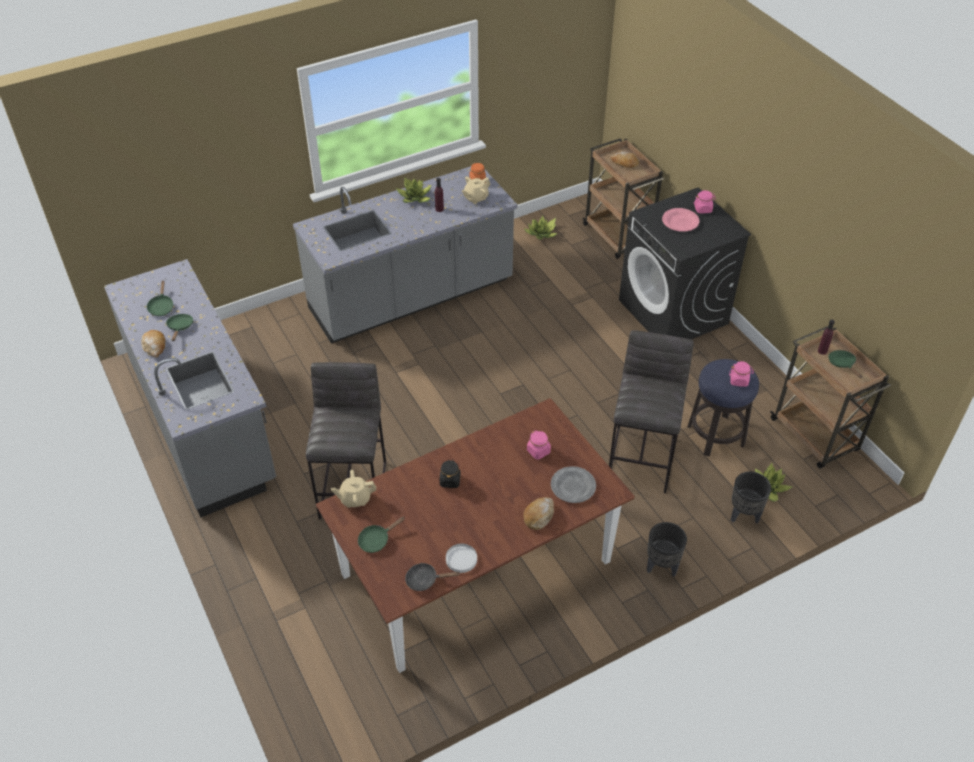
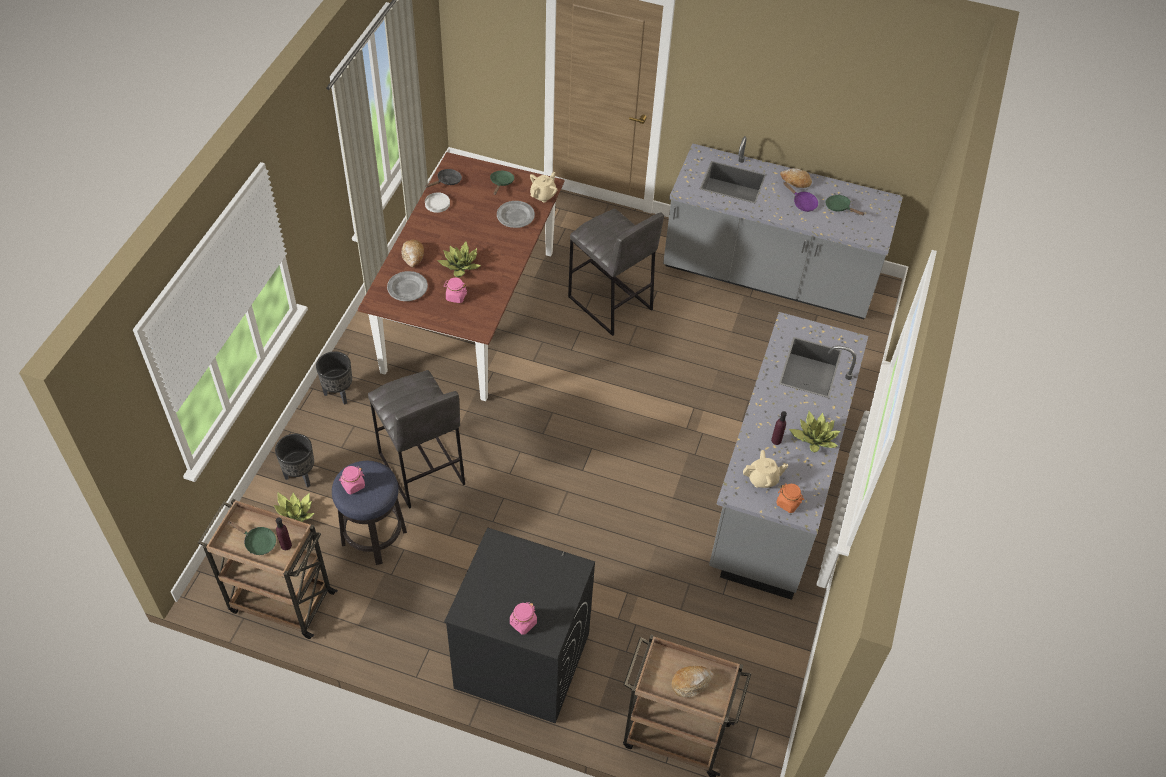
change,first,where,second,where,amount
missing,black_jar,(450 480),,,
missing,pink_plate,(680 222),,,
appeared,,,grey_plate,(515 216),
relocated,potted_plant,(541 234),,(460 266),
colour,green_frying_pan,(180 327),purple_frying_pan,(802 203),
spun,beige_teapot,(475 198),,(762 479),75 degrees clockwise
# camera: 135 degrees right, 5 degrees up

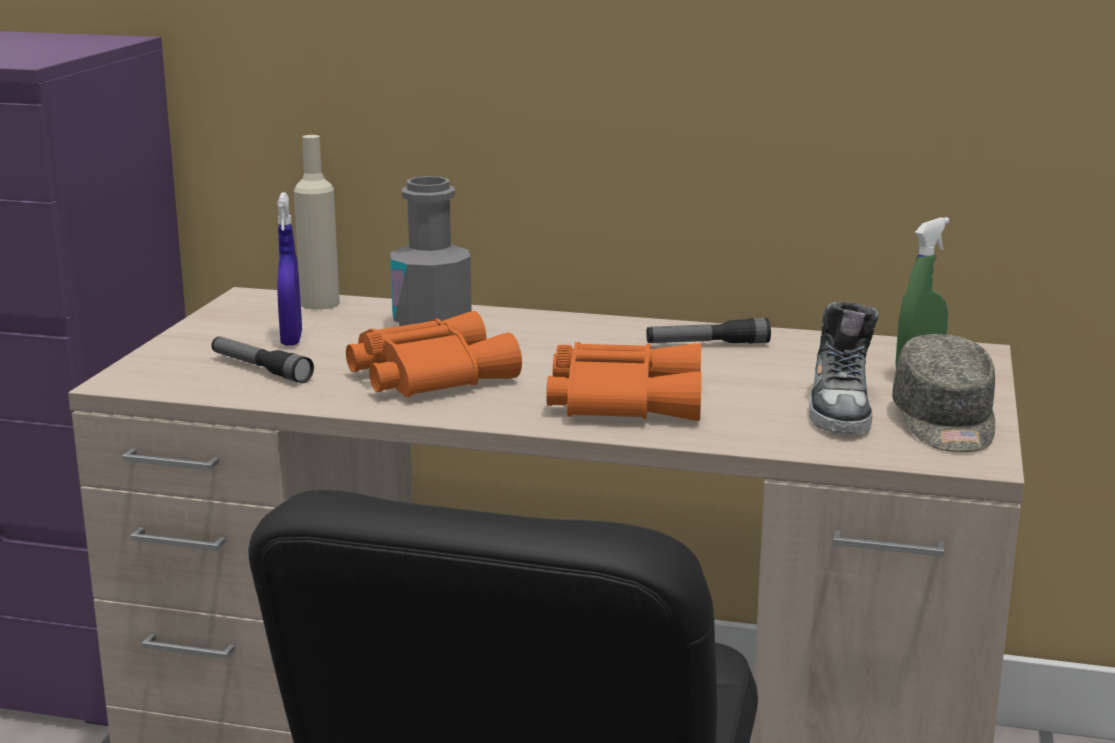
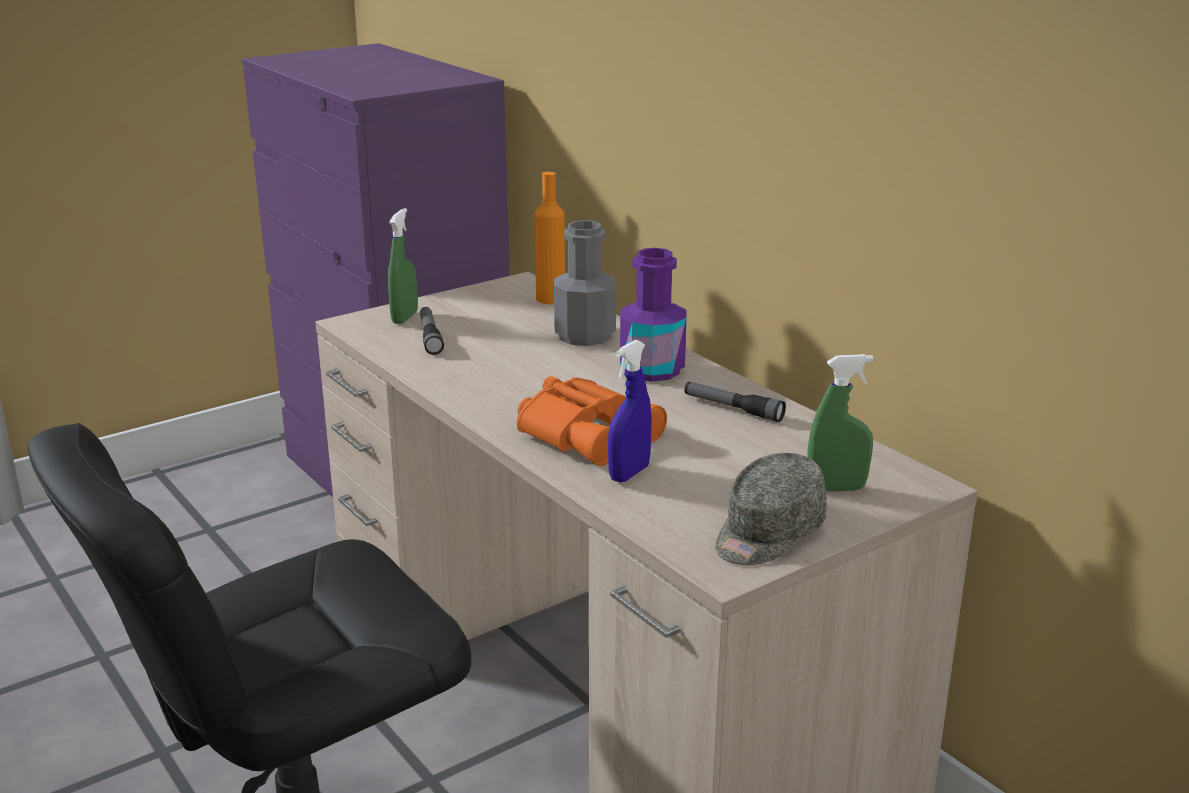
change,first,where,second,where,amount
missing,orange_binoculars,(427 375),,,
missing,shoe,(840 407),,,
appeared,,,green_spray_bottle,(404 317),
appeared,,,purple_bottle,(652 369),
relocated,blue_spray_bottle,(291 339),,(629 473),
colour,beige_bottle,(320 303),orange_bottle,(550 299),
# camera: 40 degrees right, 5 degrees up

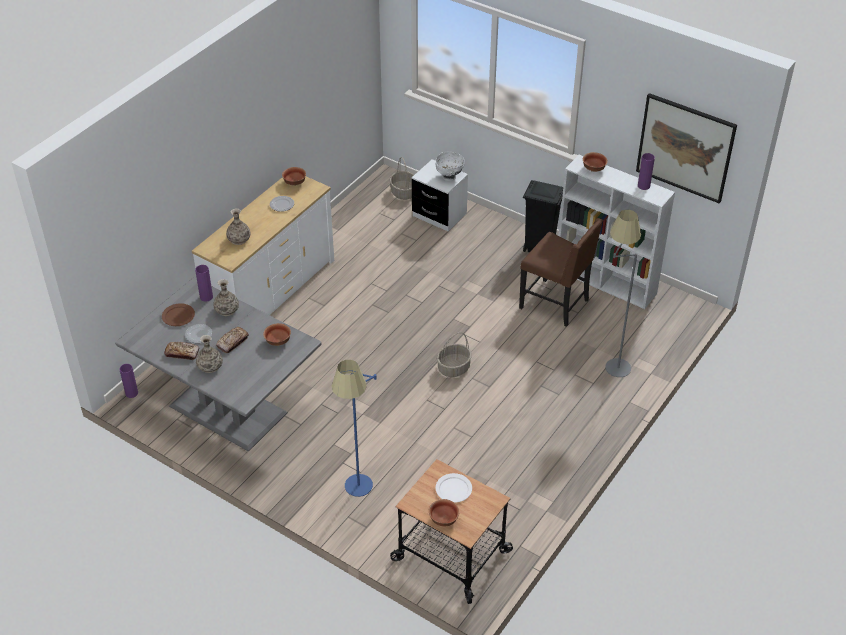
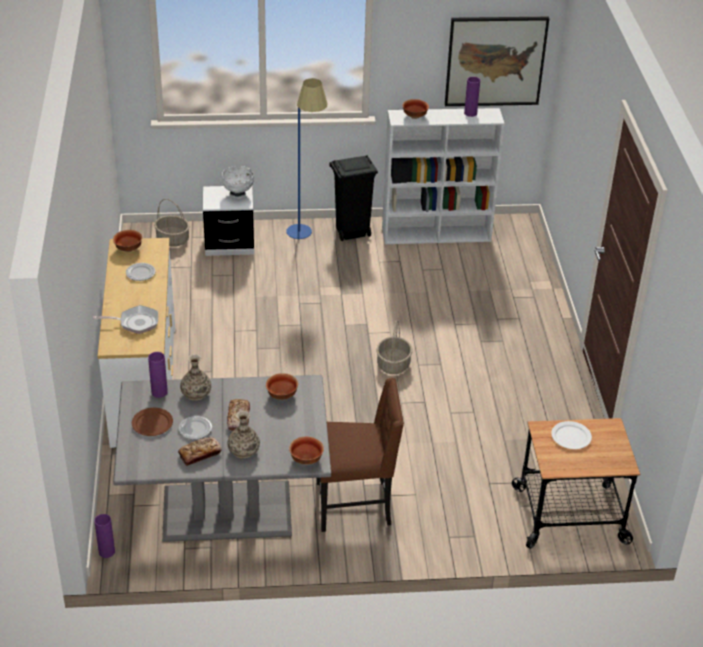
change,first,where,second,where,amount
missing,grey_floor_lamp,(611 360),,,
relocated,blue_floor_lamp,(358 495),,(306 237),
relocated,bowl,(444 519),,(306 459),
relocated,brown_chair,(556 304),,(355 505),
exchanged,vase,(239 239),frying_pan,(135 323),
# camera: 40 degrees left, 5 degrees down

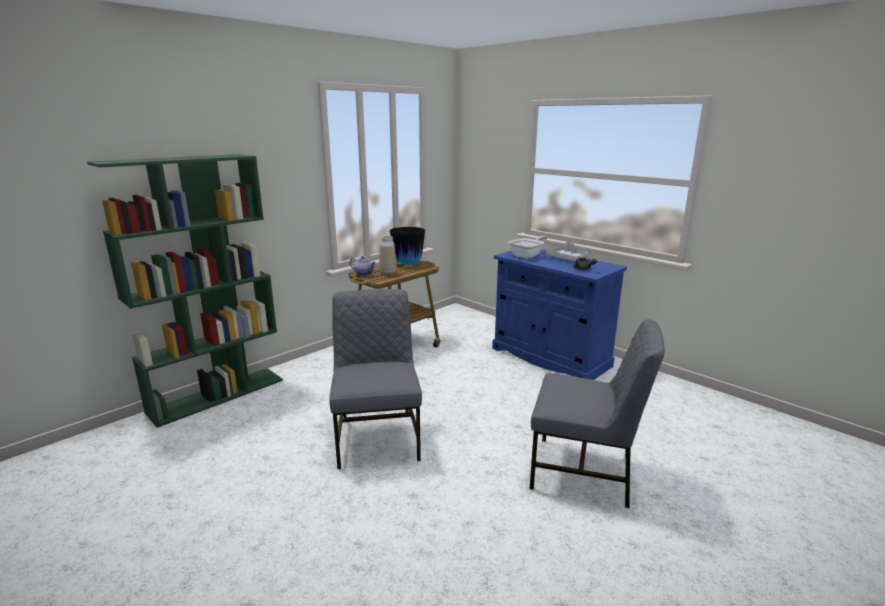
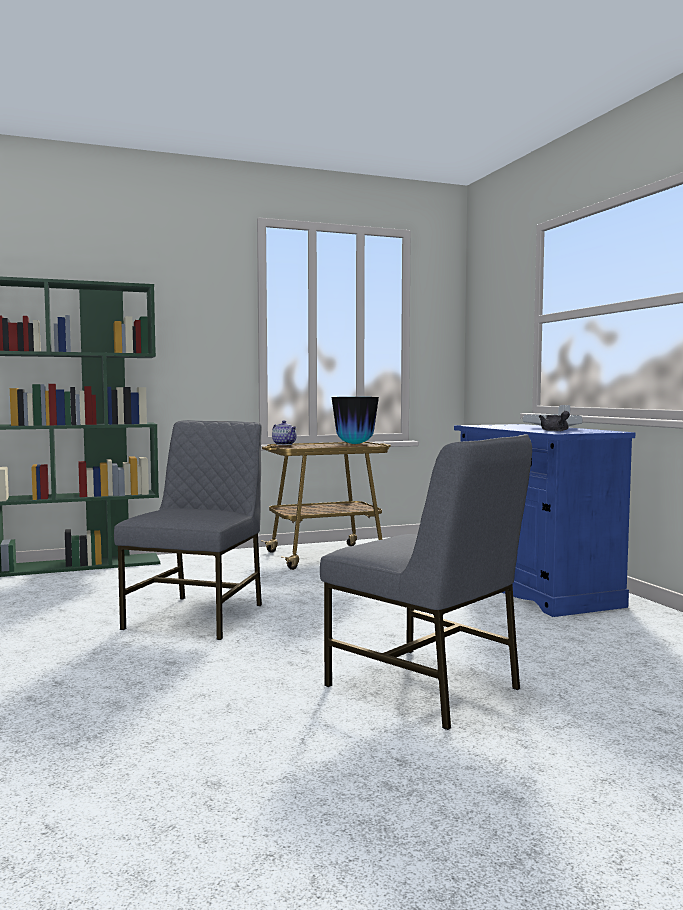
change,first,where,second,where,amount
missing,vase,(388 274),,,
missing,frying_pan,(527 255),,,
# camera: 25 degrees right, 15 degrees down

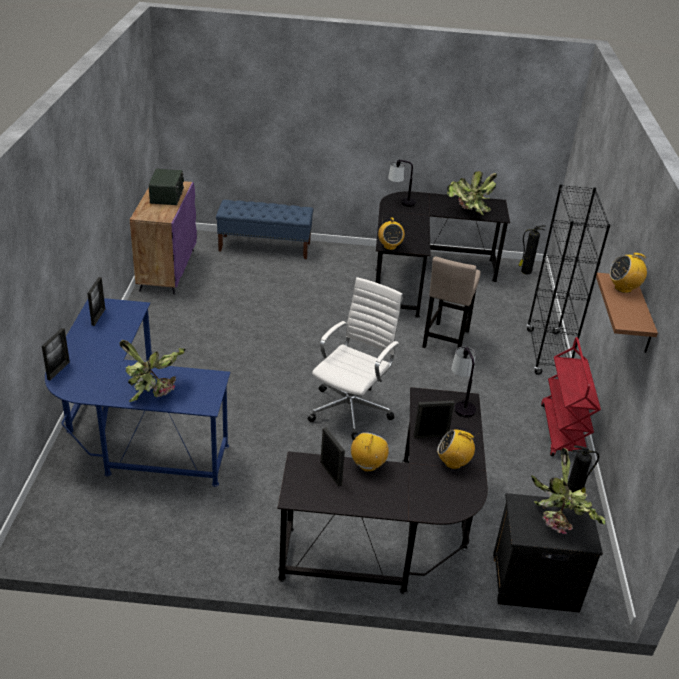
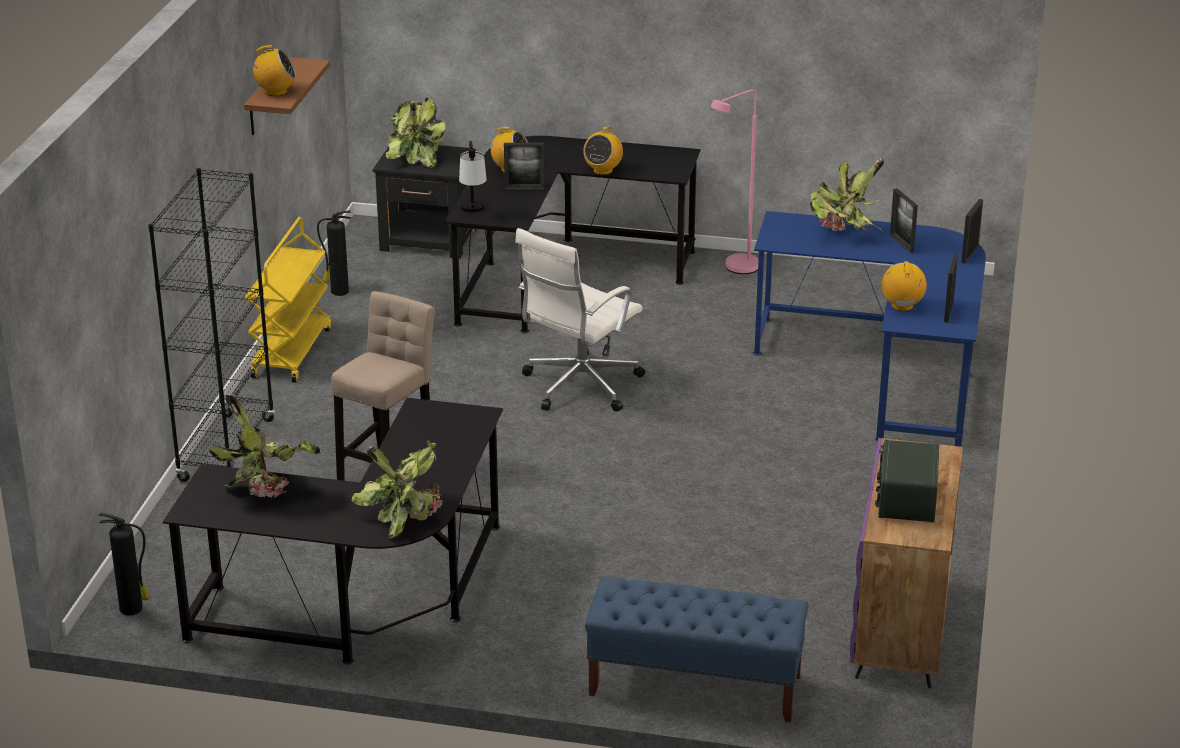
change,first,where,second,where,amount
appeared,,,pink_floor_lamp,(735 269),
relocated,picture_frame,(331 473),,(901 243),
relocated,radio,(389 246),,(902 306),
exchanged,table_lamp,(401 202),potted_plant,(405 515),
colour,red_cart,(562 432),yellow_cart,(291 352),
# camera: 170 degrees left, 5 degrees down

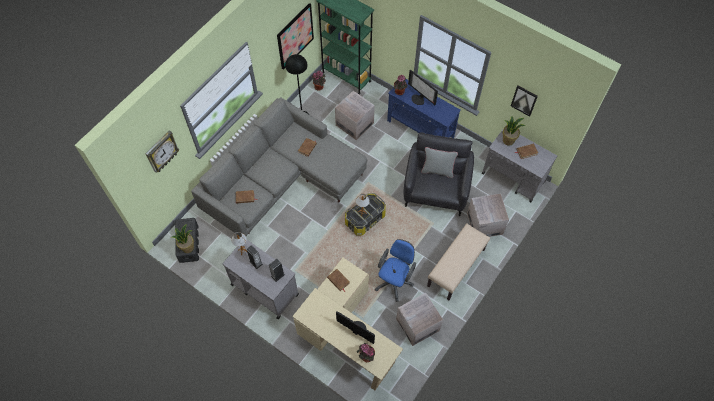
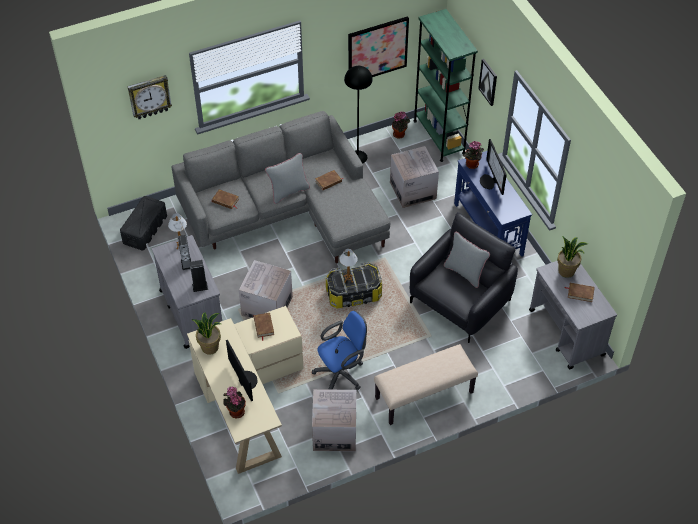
change,first,where,second,where,amount
appeared,,,grey_pillow,(288 192),
relocated,potted_plant,(188 247),,(210 347),
relocated,cardboard_box,(484 223),,(267 306),
relocated,picture,(524 100),,(488 82),
# camera: 30 degrees right, 10 degrees down

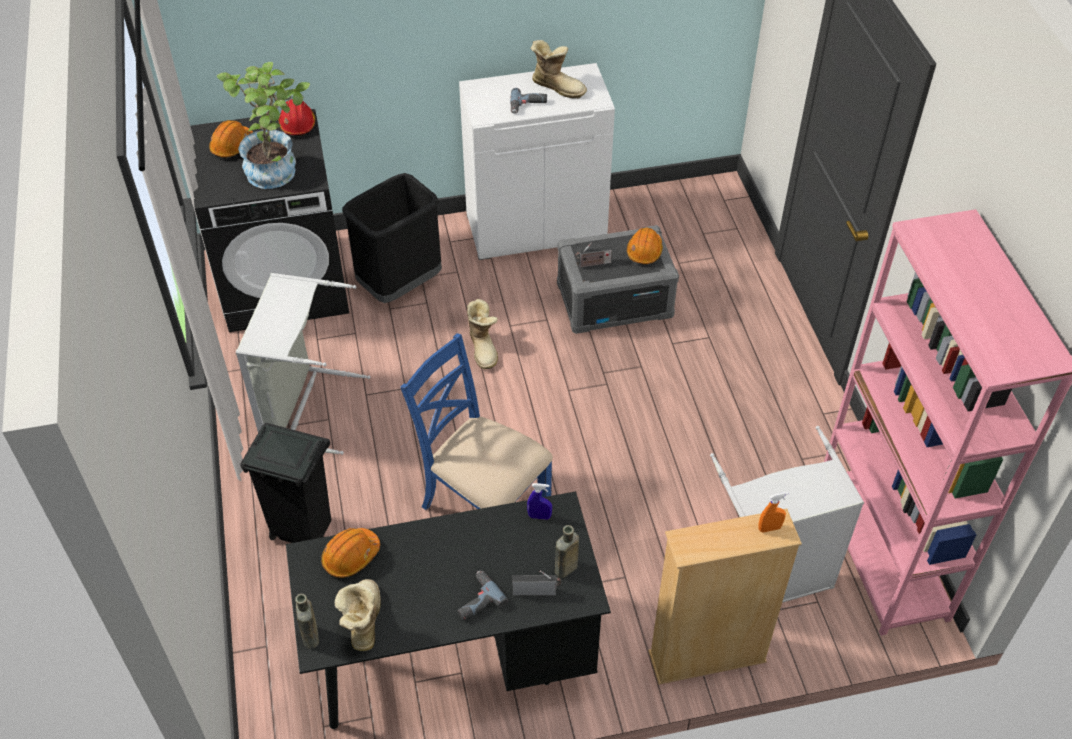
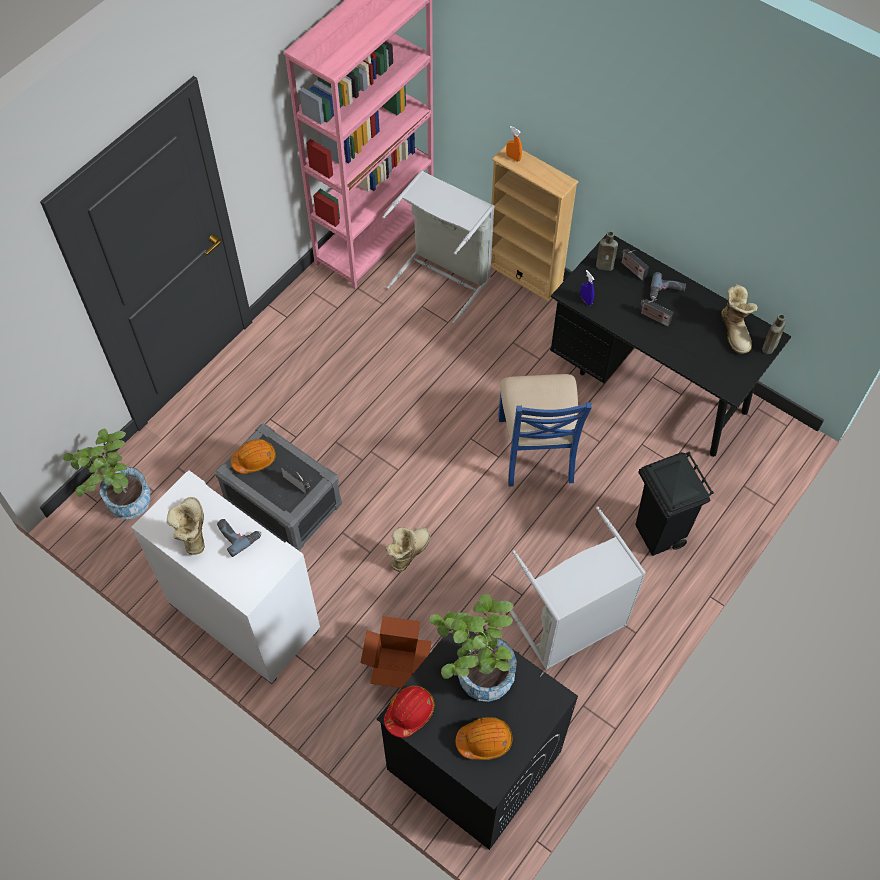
change,first,where,second,where,amount
missing,orange_hard_hat,(351 556),,,
appeared,,,potted_plant,(122 501),
appeared,,,radio,(653 317),
exchanged,black_trash_can,(400 284),cardboard_box,(396 667),
spun,boot,(362 622),,(735 331),60 degrees counterclockwise
# camera: 130 degrees left, 10 degrees up

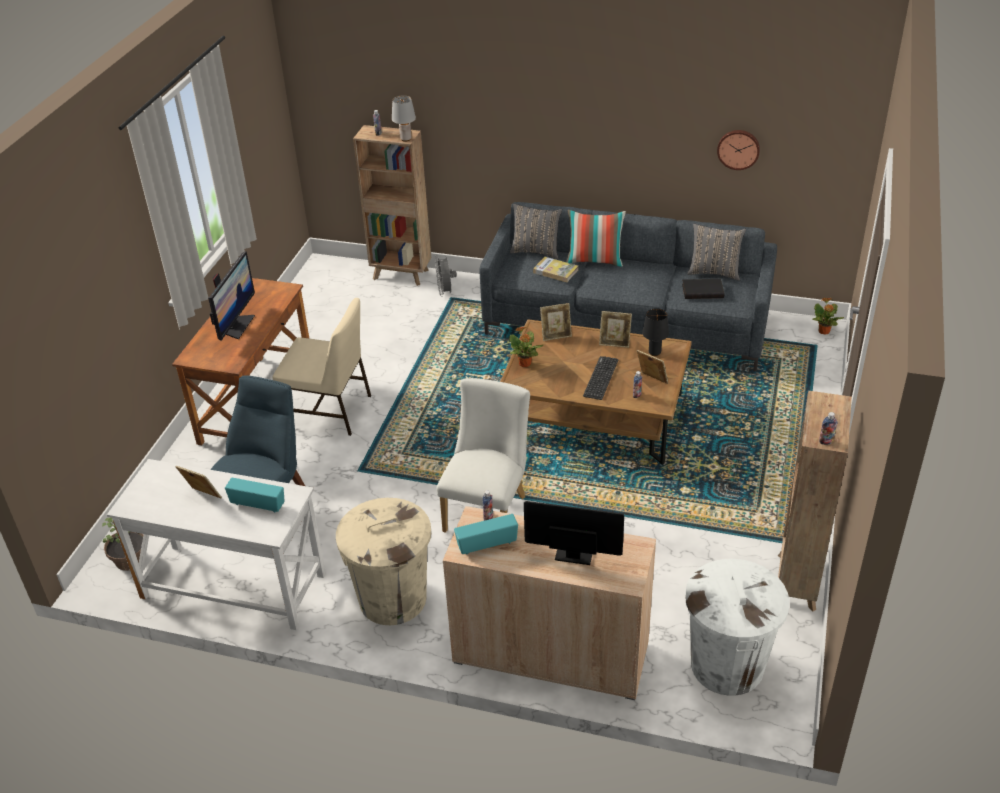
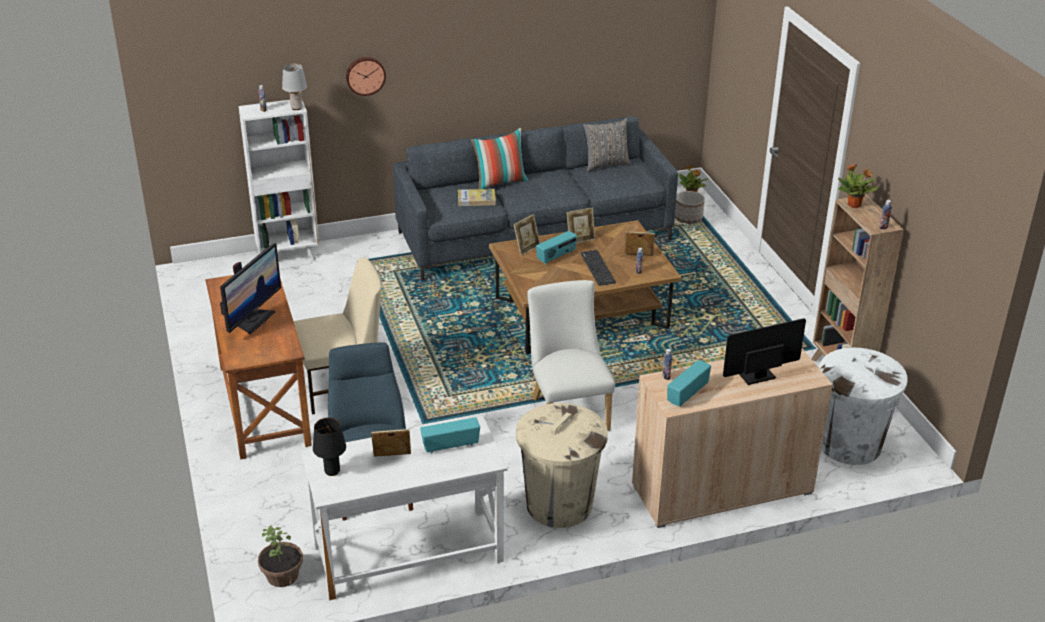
change,first,where,second,where,amount
missing,grey_fan,(445 292),,,
missing,grey_pillow,(536 251),,,
missing,black_book,(702 290),,,
appeared,,,radio,(556 257),
appeared,,,planter,(688 218),
relocated,potted_plant,(525 364),,(854 205),
relocated,black_table_lamp,(654 353),,(332 471),
relocated,wall_clock,(738 149),,(365 75),
colour,brown_bookcase,(401 275),white_bookcase,(289 256),
spun,monitor,(236 326),,(253 320),45 degrees clockwise
# camera: 35 degrees left, 5 degrees down

